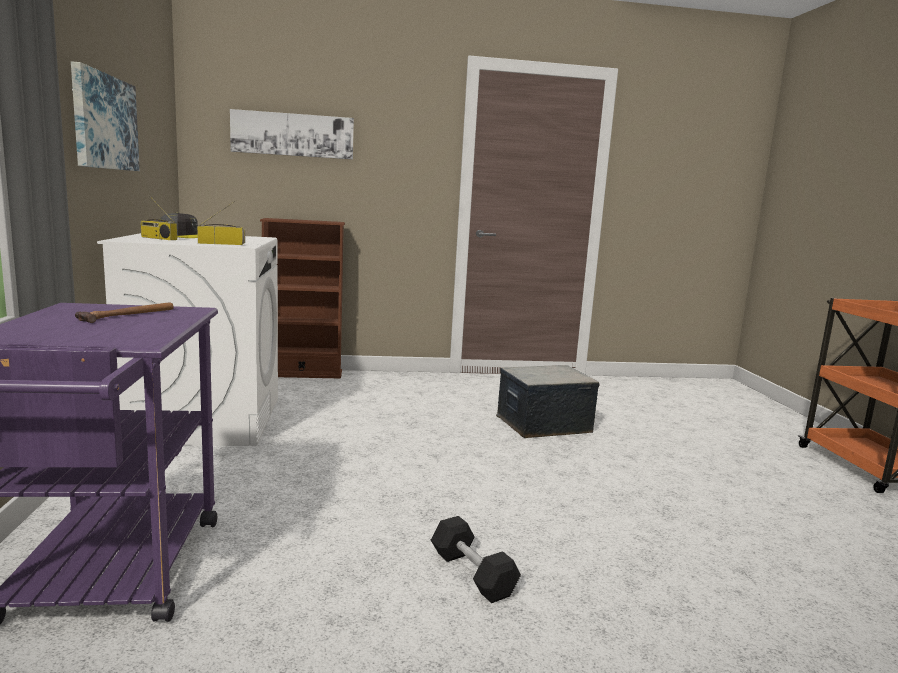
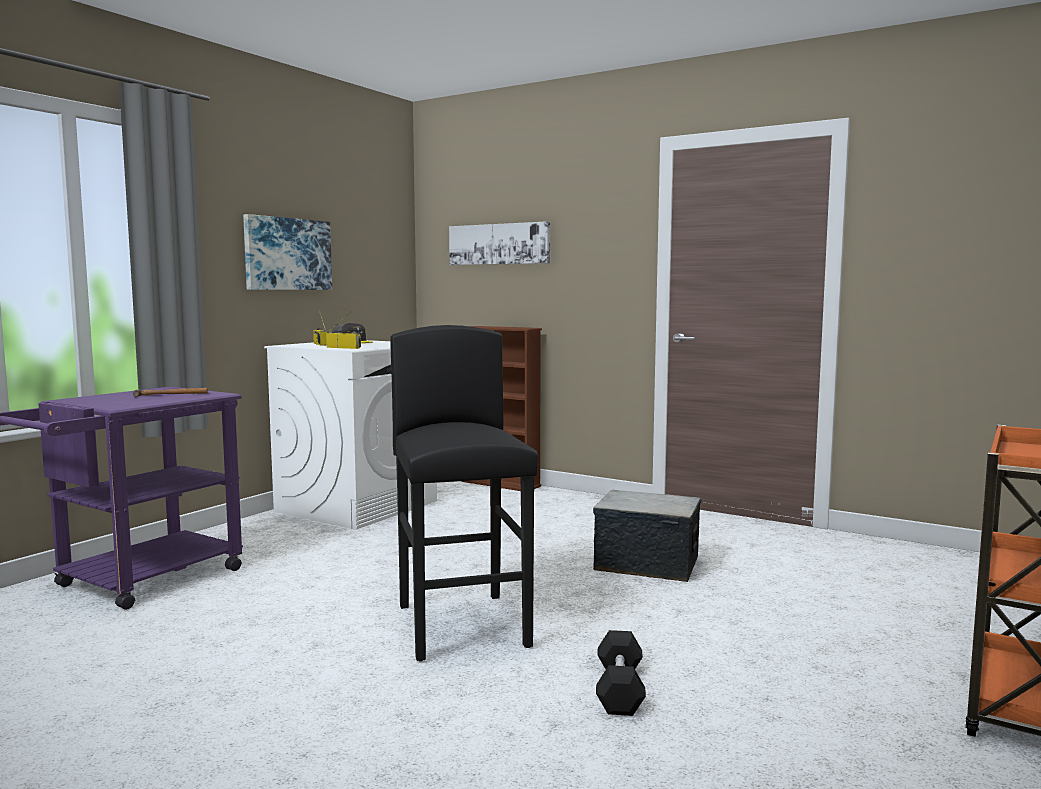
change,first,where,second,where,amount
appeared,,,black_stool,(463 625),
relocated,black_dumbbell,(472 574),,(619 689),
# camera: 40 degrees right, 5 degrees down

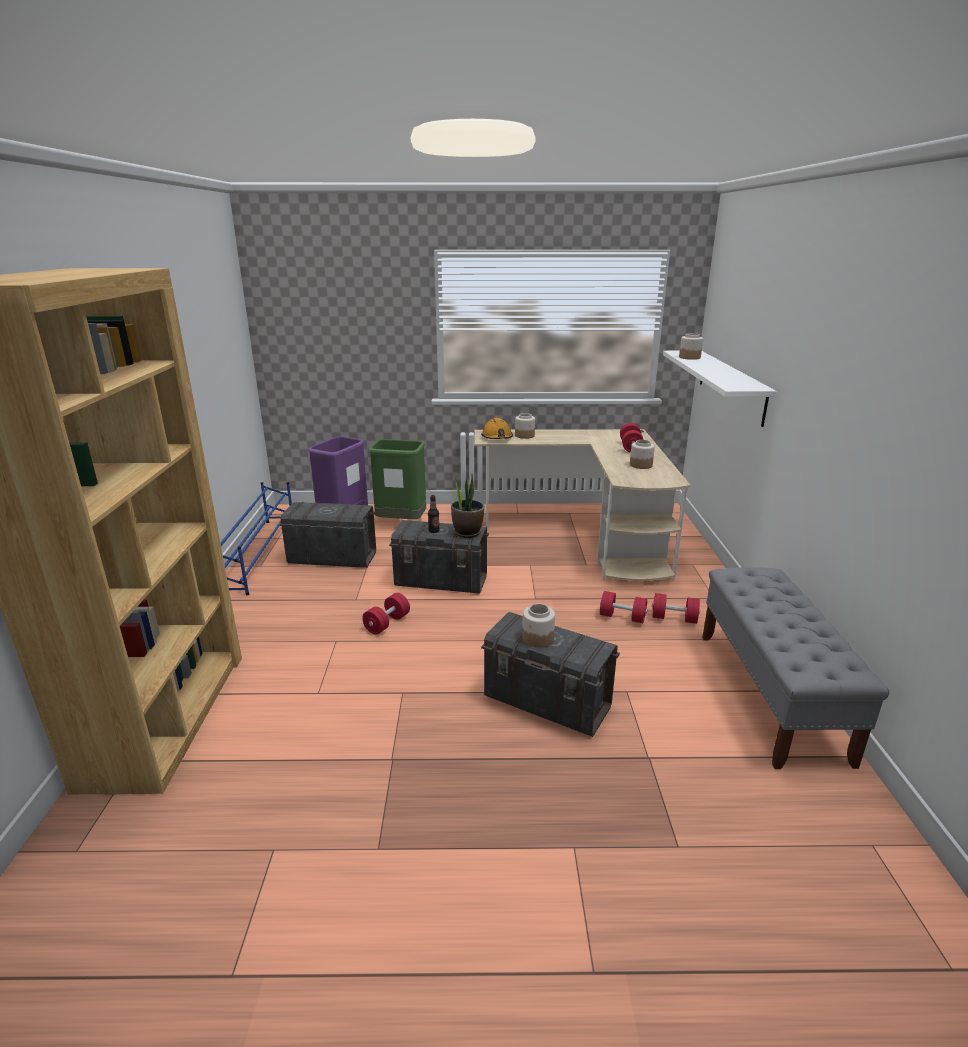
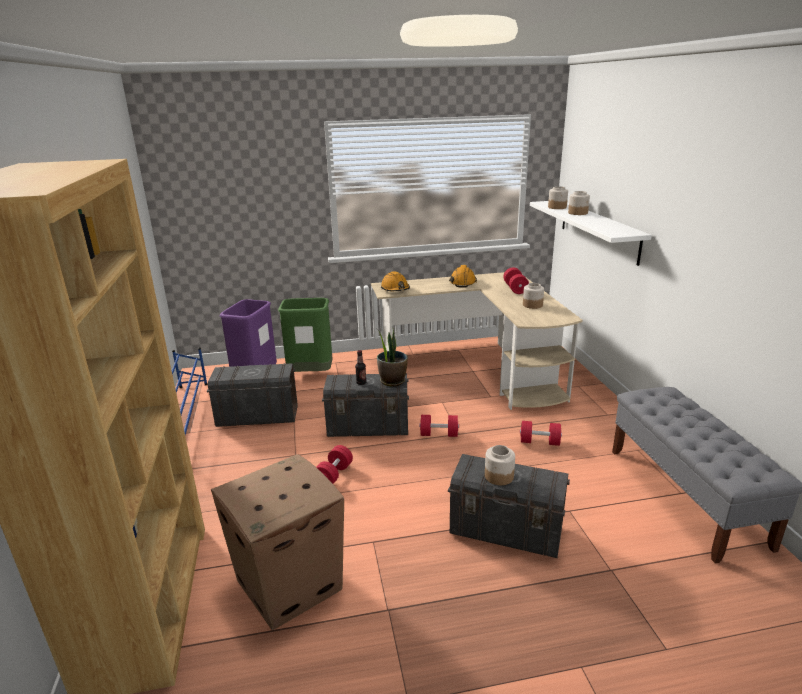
change,first,where,second,where,amount
appeared,,,cardboard_box,(290 584),
appeared,,,orange_hard_hat,(462 282),
relocated,jar,(525 435),,(578 213),
relocated,red_dumbbell,(674 618),,(439 434),
# camera: 10 degrees left, 0 degrees up

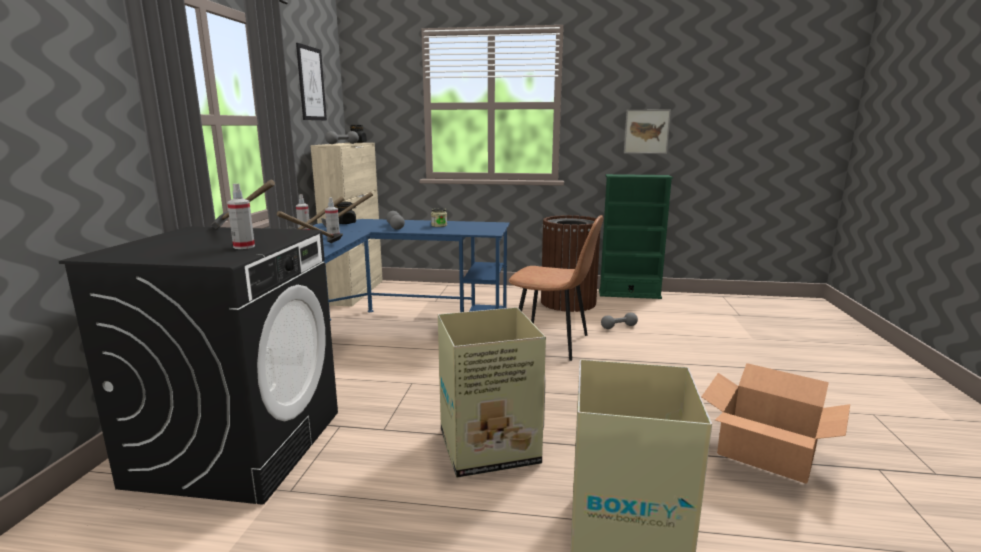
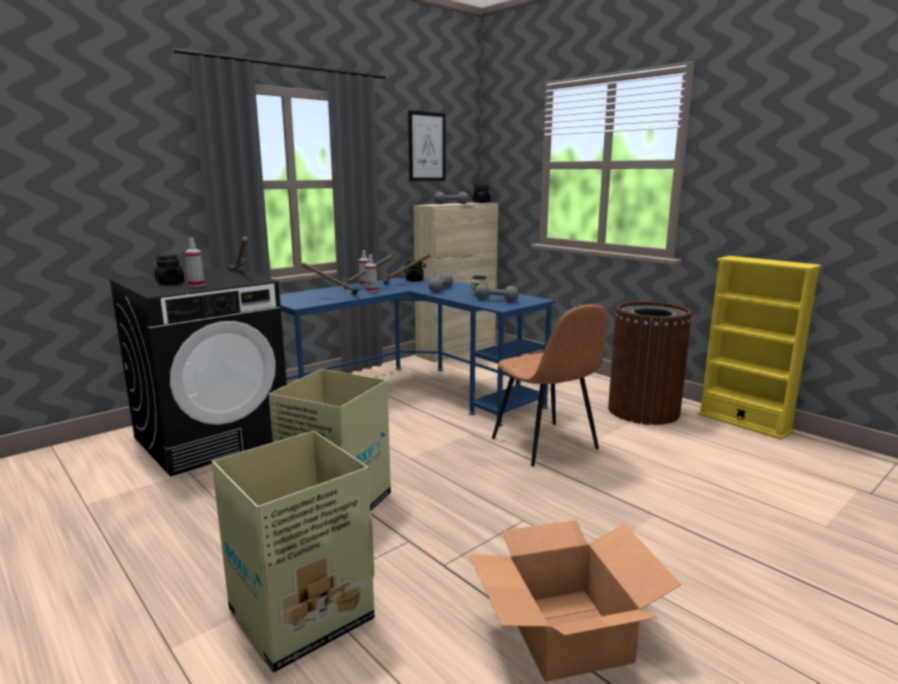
change,first,where,second,where,amount
missing,picture,(646 131),,,
appeared,,,black_jar,(170 283),
relocated,grey_dumbbell,(619 327),,(496 300),
colour,green_bookcase,(629 294),yellow_bookcase,(744 422),
# camera: 40 degrees right, 0 degrees up

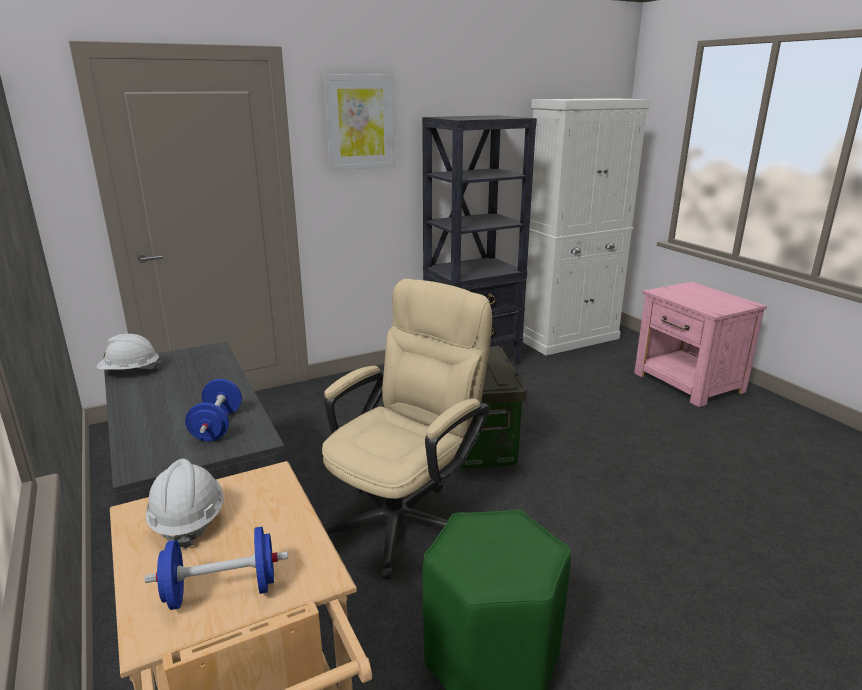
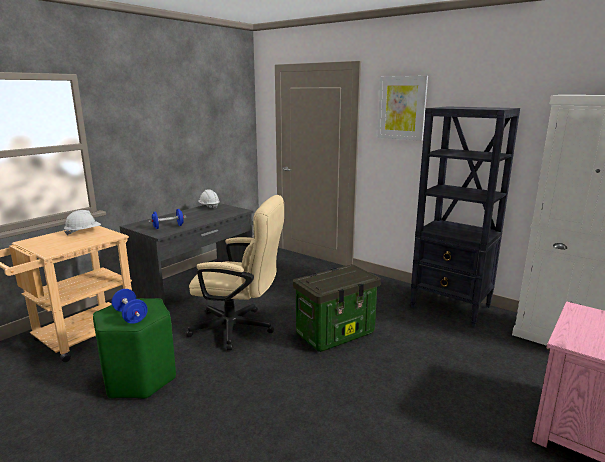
change,first,where,second,where,amount
relocated,blue_dumbbell,(222 591),,(130 316),
# camera: 65 degrees right, 5 degrees down

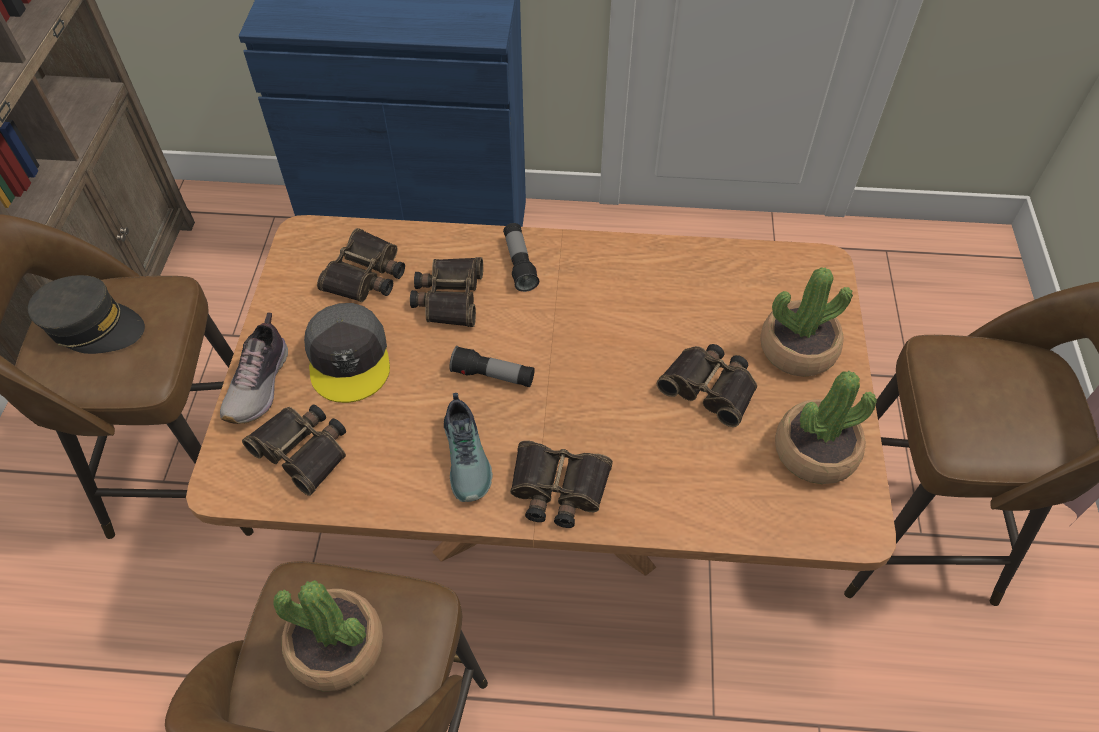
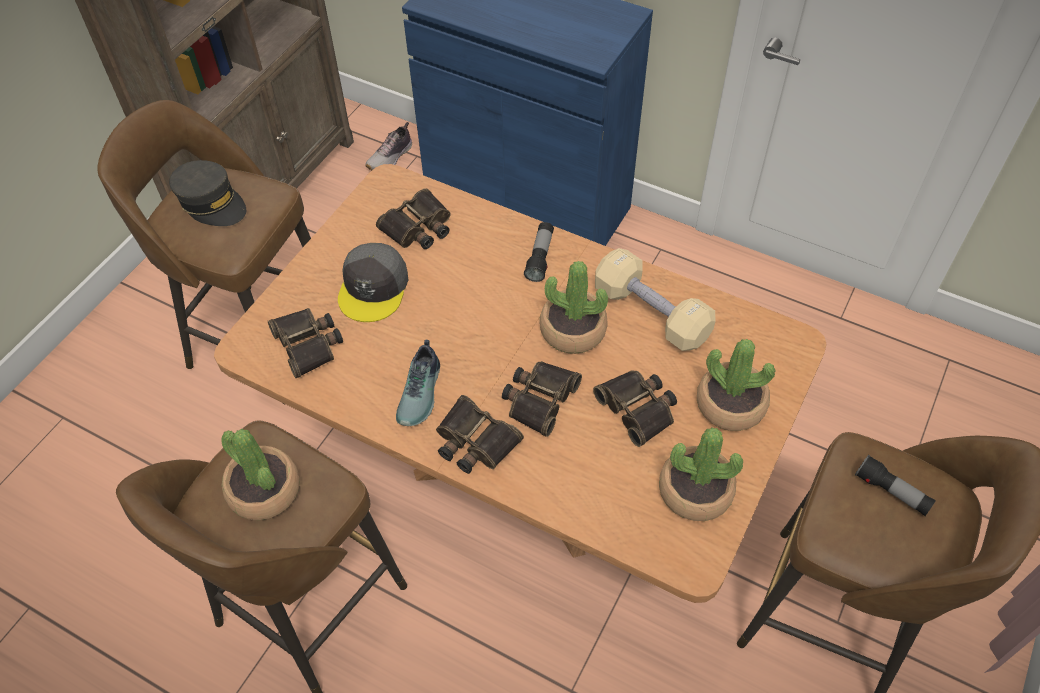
change,first,where,second,where,amount
appeared,,,potted_plant,(572 330),
appeared,,,beige_dumbbell,(651 313),
relocated,shoe,(260 384),,(391 158),
relocated,binoculars,(448 296),,(539 399),
relocated,flashlight,(493 375),,(891 492),
# camera: 25 degrees right, 0 degrees up

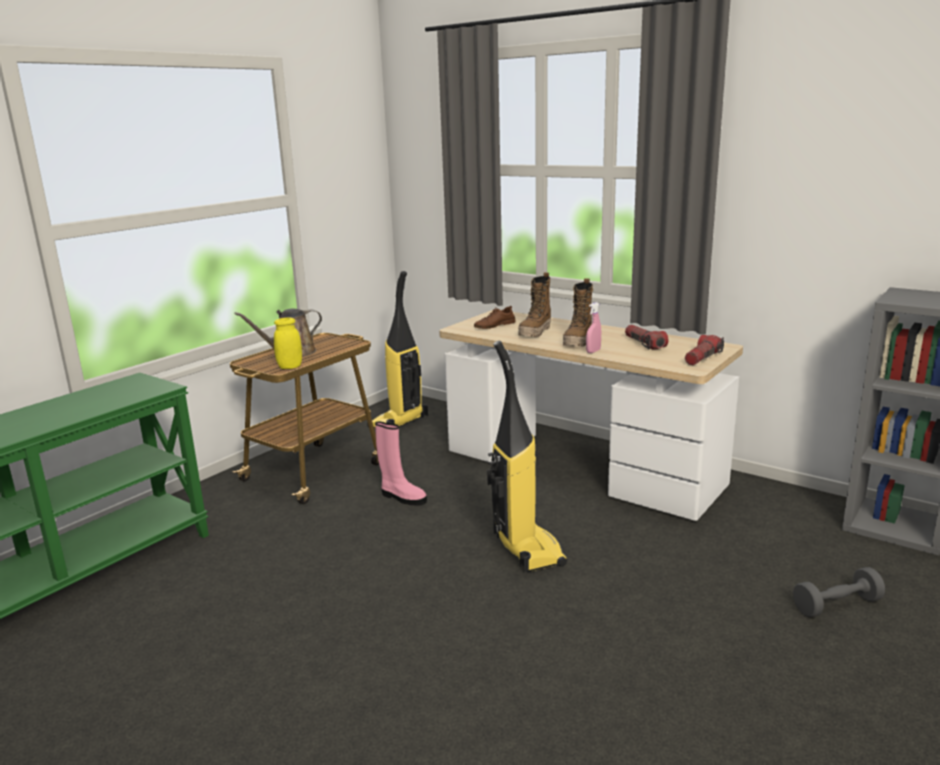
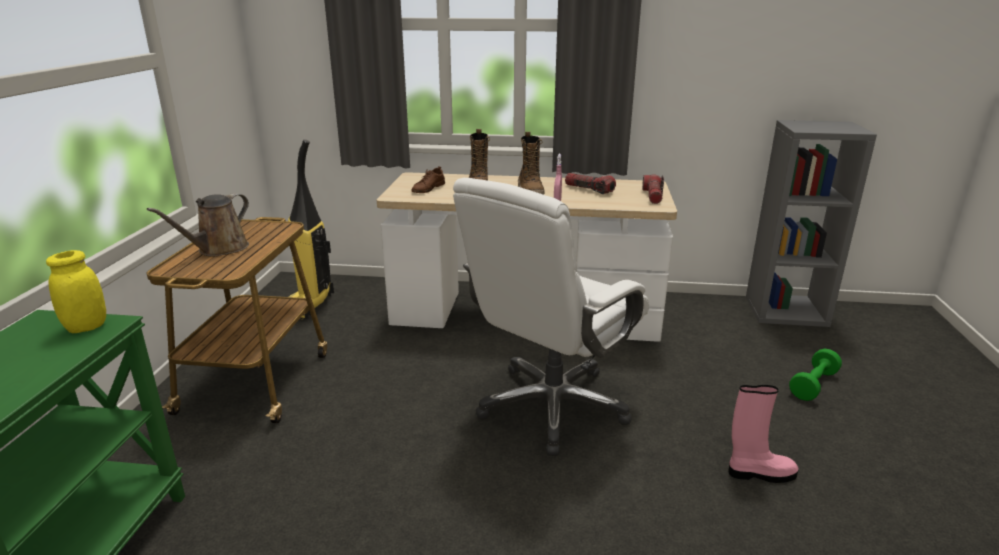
change,first,where,second,where,amount
relocated,yellow_jar,(290 367),,(86 327),
relocated,pink_boot,(402 497),,(759 473),
exchanged,vacuum_cleaner,(526 549),white_office_chair,(552 407),
colour,grey_dumbbell,(836 605),green_dumbbell,(813 385),
# camera: 30 degrees left, 5 degrees up

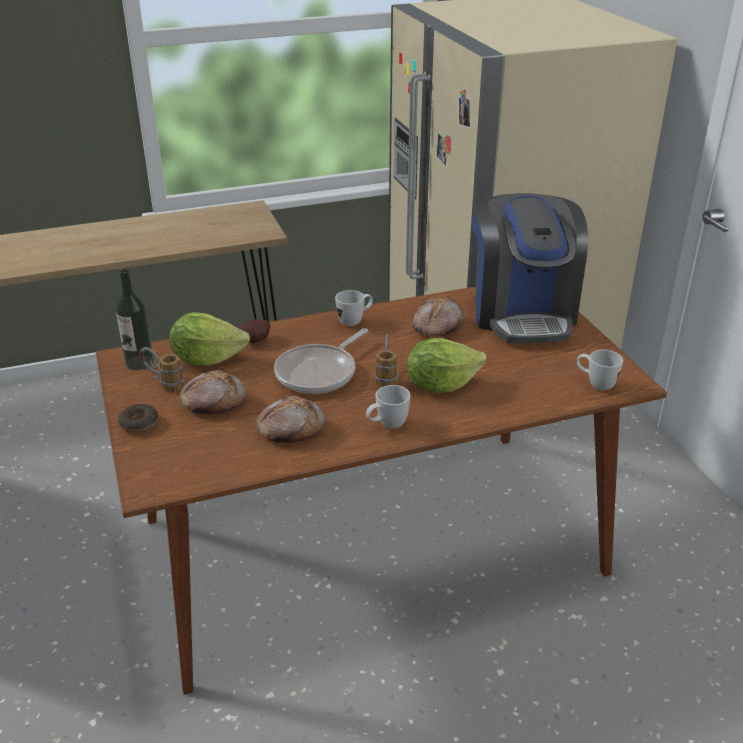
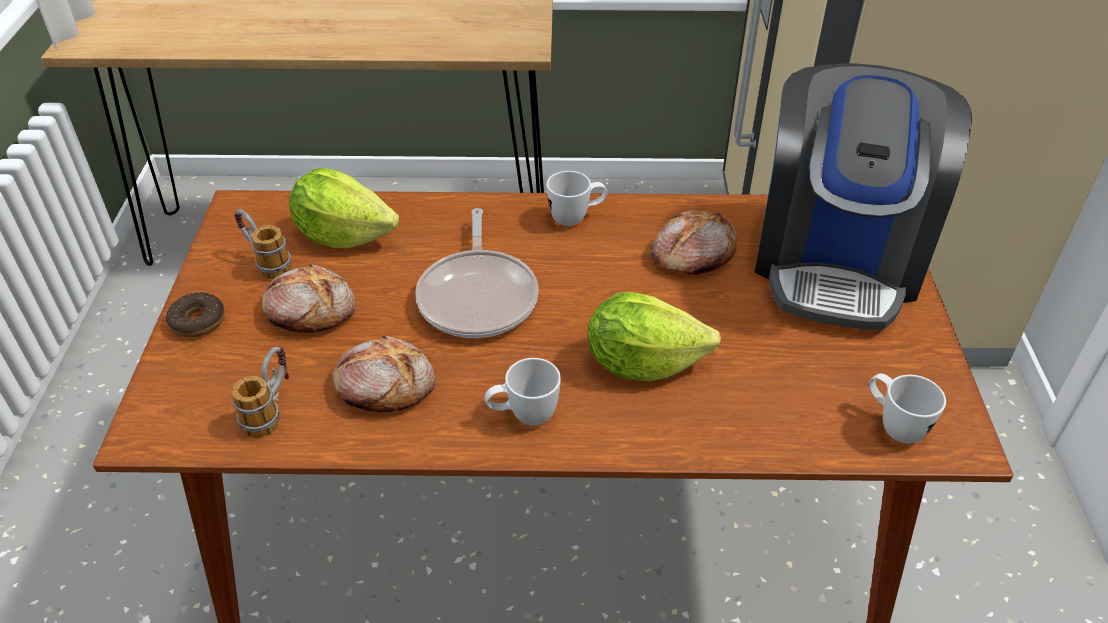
change,first,where,second,where,amount
missing,bottle,(139 362),,,
missing,potato,(256 341),,,
relocated,mug,(386 375),,(271 410),
spun,frying_pan,(319 373),,(478 296),60 degrees counterclockwise
# camera: 20 degrees right, 10 degrees up

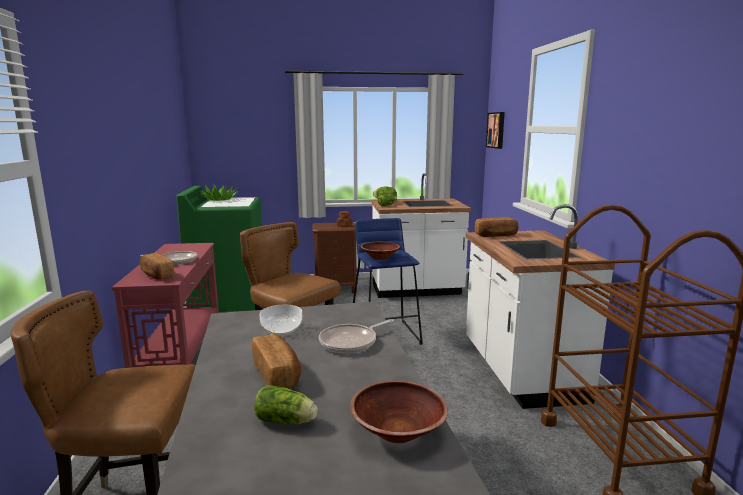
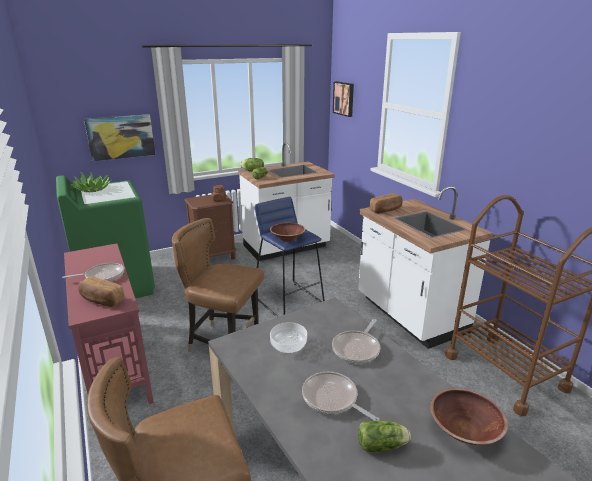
change,first,where,second,where,amount
appeared,,,picture,(121 137),
exchanged,bread,(277 374),frying_pan,(332 399),
# camera: 20 degrees left, 10 degrees up

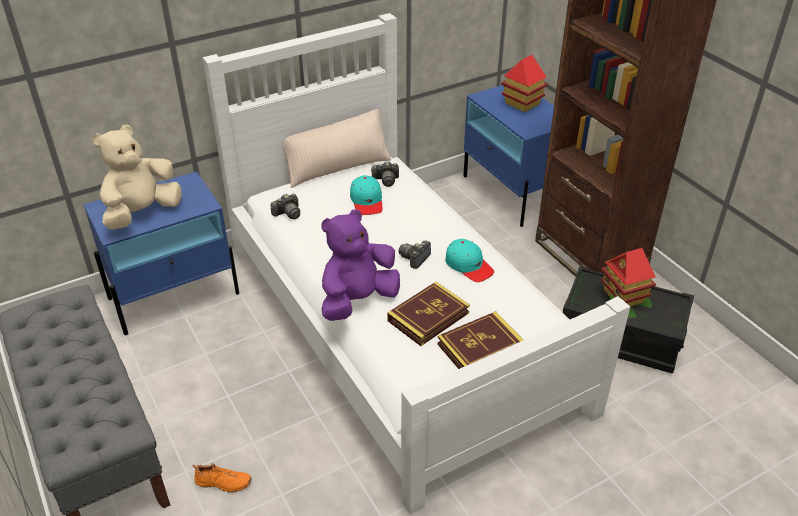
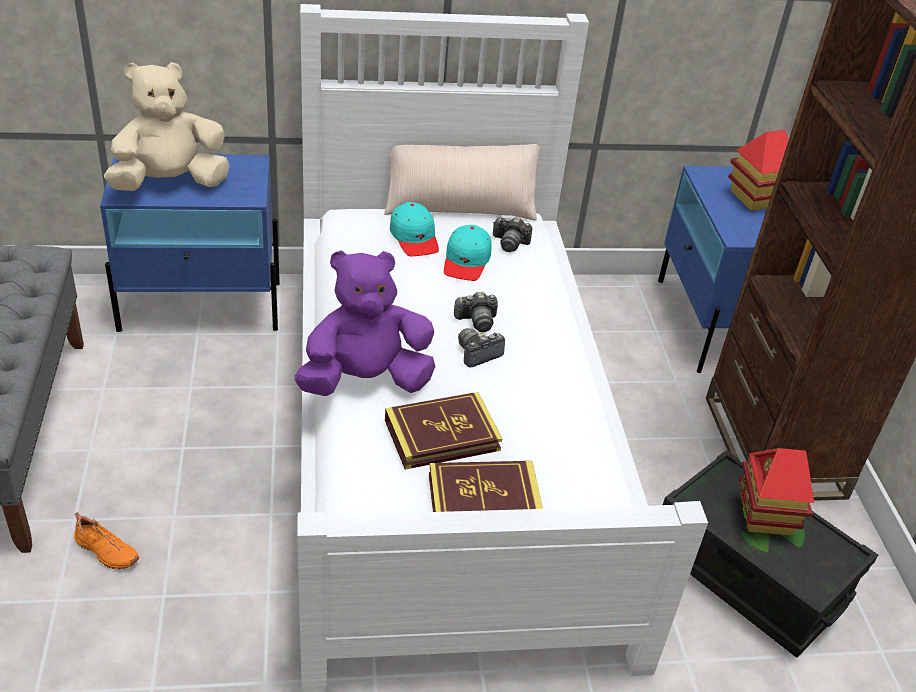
change,first,where,second,where,amount
relocated,photo_camera,(288 213),,(476 321),
relocated,turquoise_cap,(469 266),,(414 238),
# camera: 20 degrees right, 0 degrees up

